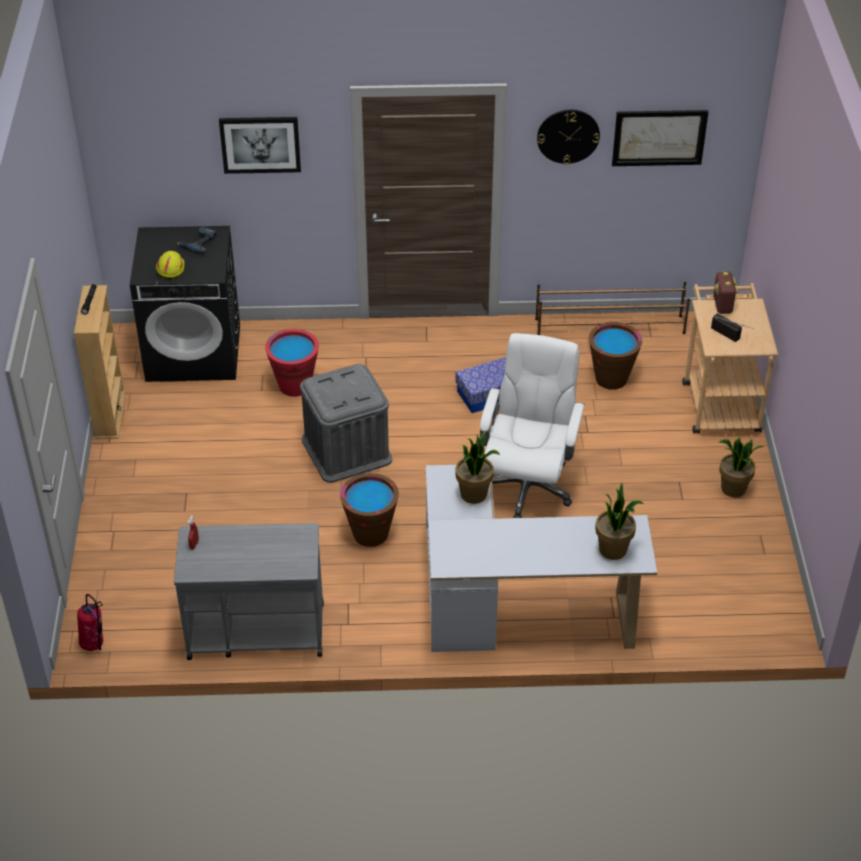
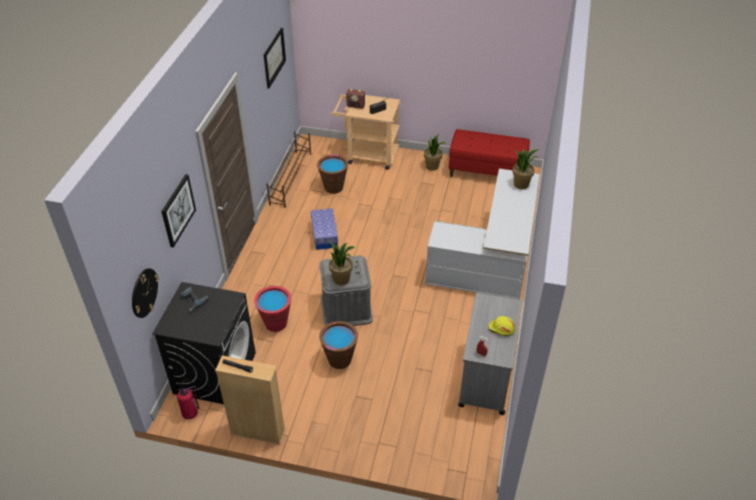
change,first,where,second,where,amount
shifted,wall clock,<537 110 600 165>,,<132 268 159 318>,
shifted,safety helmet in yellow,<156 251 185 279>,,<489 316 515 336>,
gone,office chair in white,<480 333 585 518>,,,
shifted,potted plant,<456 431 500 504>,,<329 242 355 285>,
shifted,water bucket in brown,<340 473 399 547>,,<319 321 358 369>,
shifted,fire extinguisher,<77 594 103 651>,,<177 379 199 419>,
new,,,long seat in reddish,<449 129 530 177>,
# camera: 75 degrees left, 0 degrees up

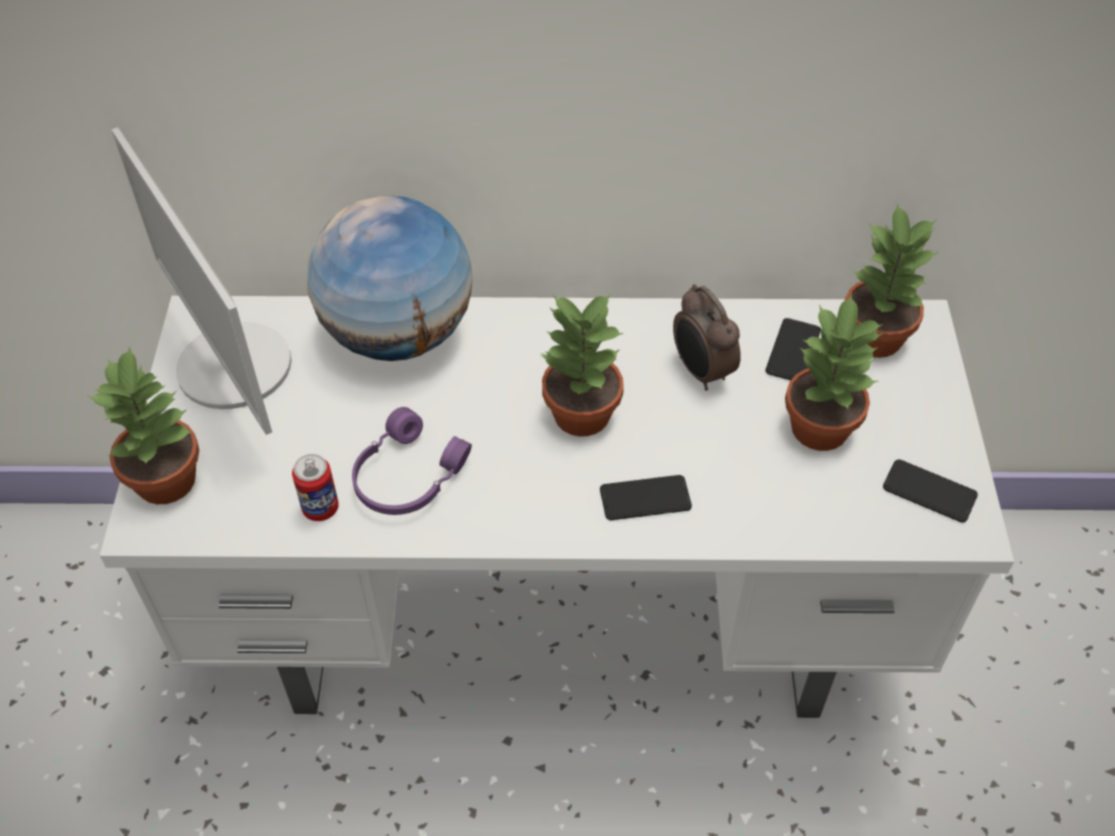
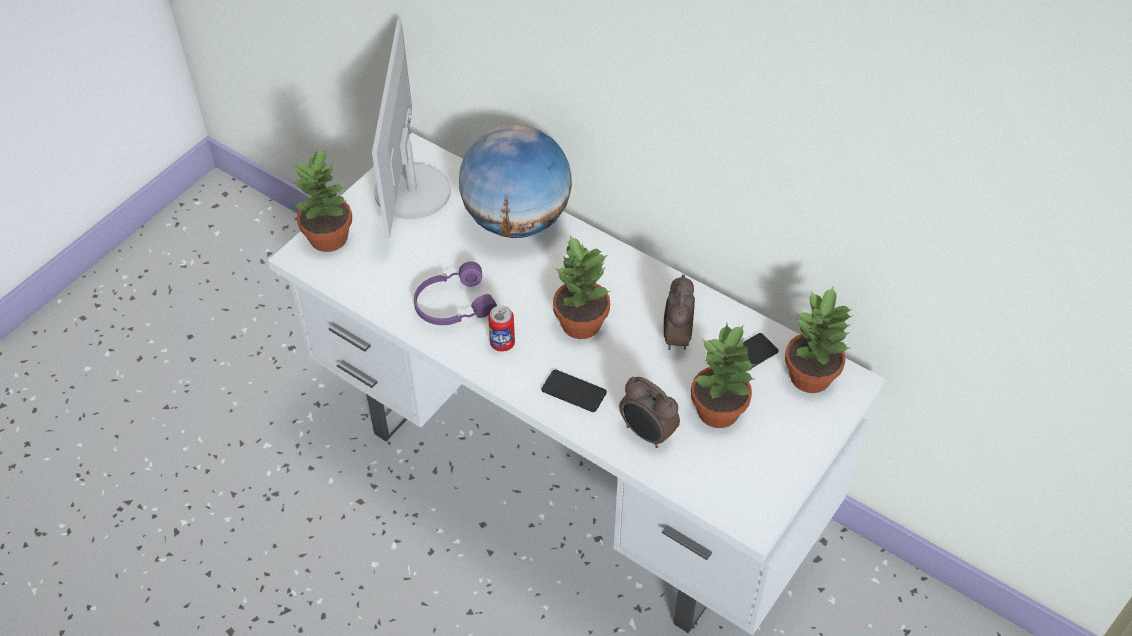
change,first,where,second,where,amount
shifted,can,<292 454 339 521>,,<488 305 515 352>,
gone,phone,<883 459 978 523>,,,
new,,,bedside clock,<619 376 680 448>,
# camera: 35 degrees right, 0 degrees up

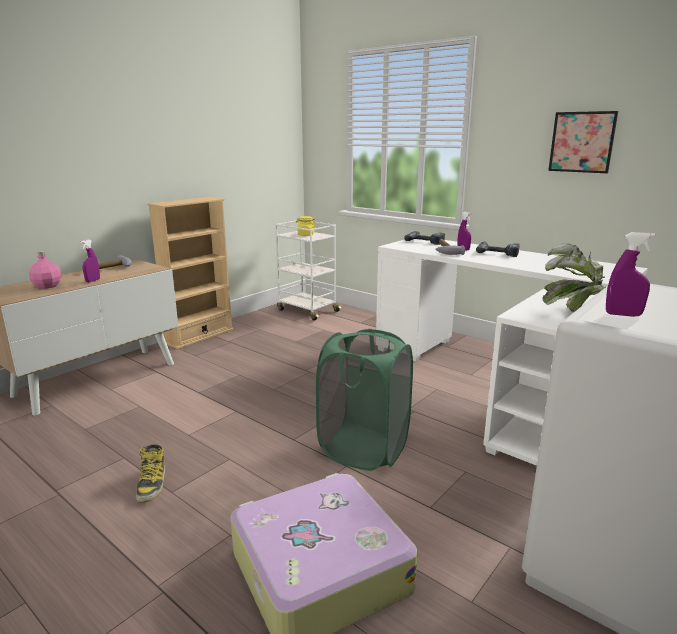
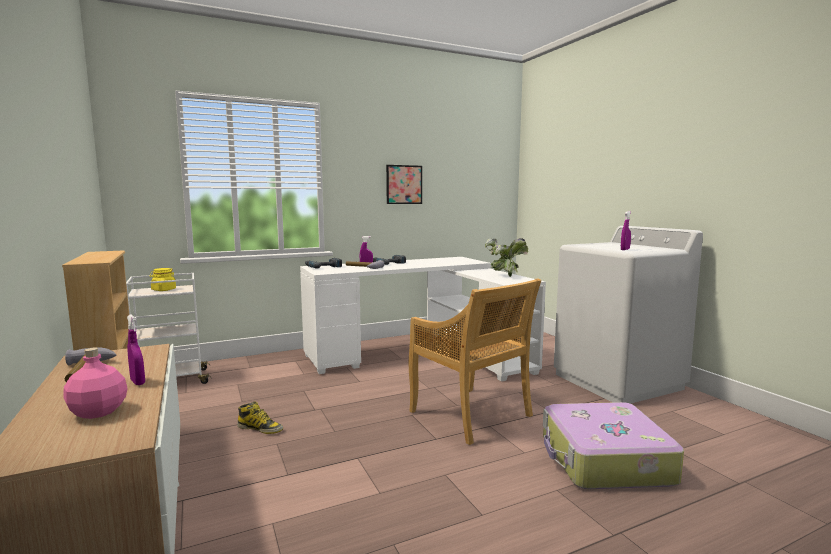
change,first,where,second,where,amount
swapped,laundry basket in green,<316 329 413 471>,upright chair in beige-coloured,<409 278 542 445>,
shifted,boot,<136 445 165 502>,,<237 401 283 434>,
# camera: 65 degrees left, 10 degrees down

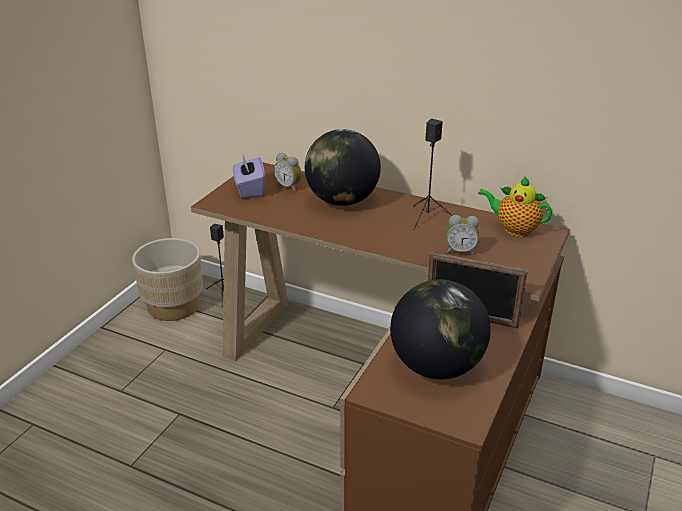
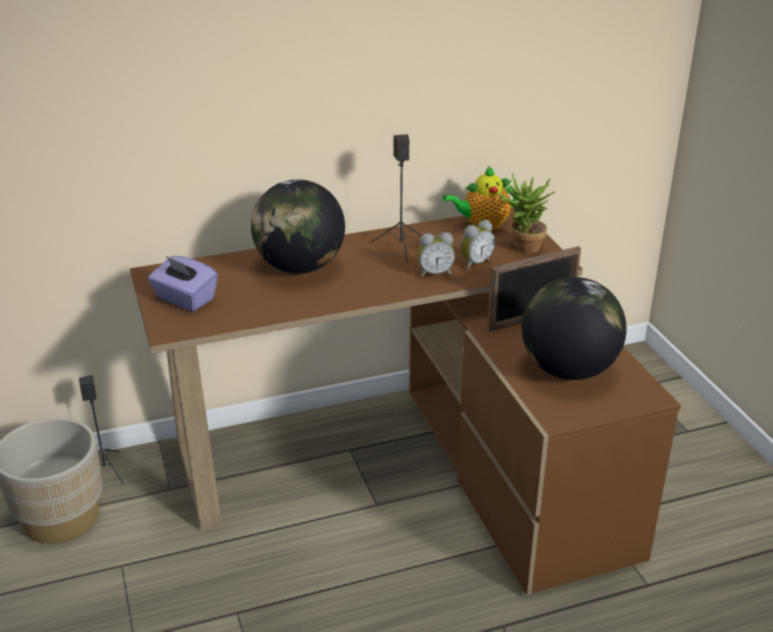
change,first,where,second,where,amount
shifted,bedside clock,<274 153 302 192>,,<417 232 455 277>,
new,,,potted plant,<497 174 555 253>,
# camera: 45 degrees left, 0 degrees up

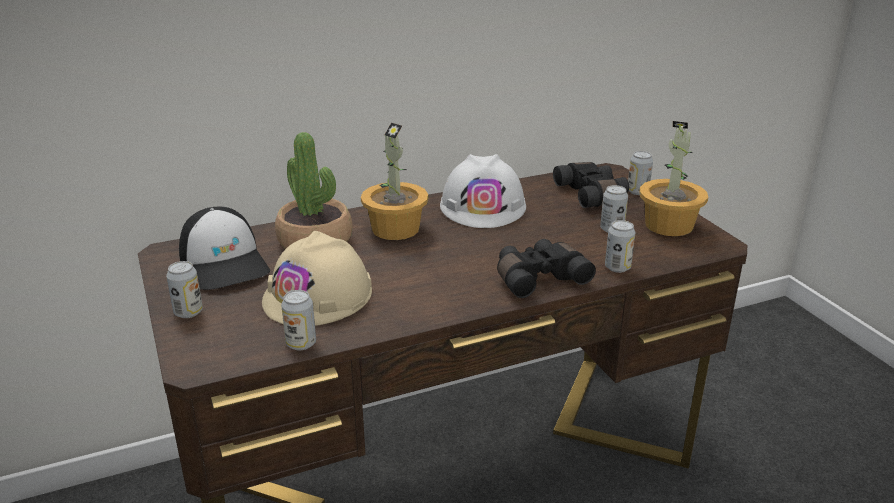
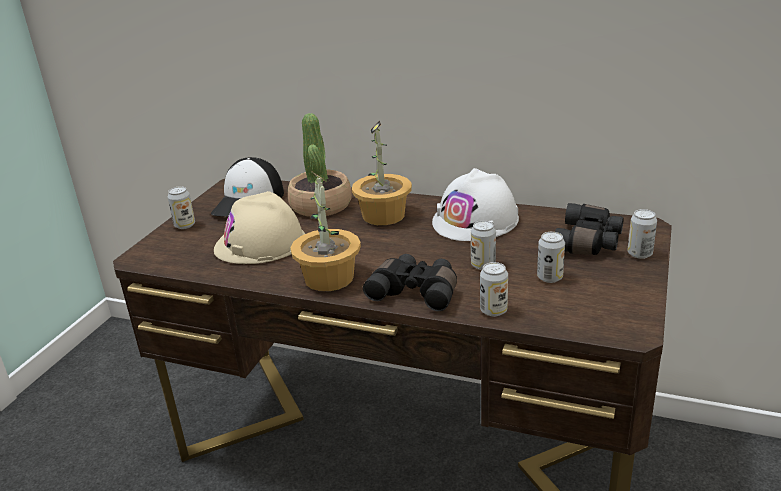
change,first,where,second,where,amount
shifted,potted plant,<639 121 708 236>,,<290 170 361 291>,
shifted,can,<281 290 316 350>,,<471 221 496 270>,
# camera: 45 degrees right, 0 degrees up

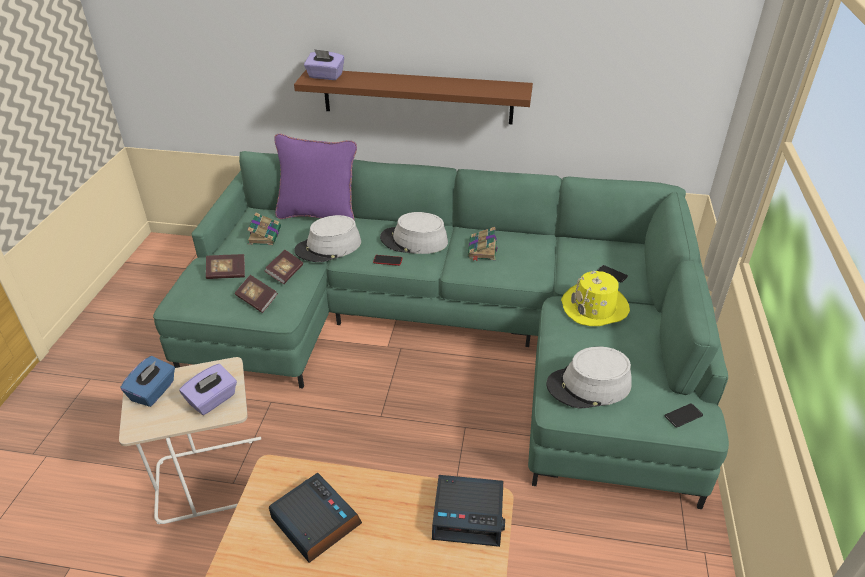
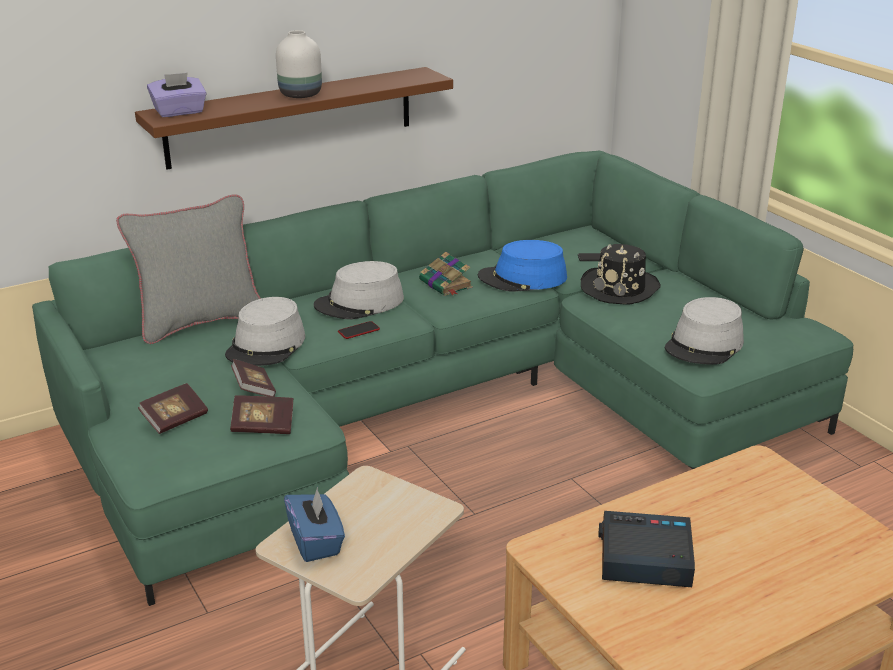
change,first,where,second,where,amount
repainted,throw pillow in purplish,<274 134 357 221>,throw pillow in grey,<116 194 261 344>,
gone,volume,<247 212 281 245>,,,
repainted,hat in yellow,<561 271 630 326>,hat in black-coloured,<581 244 661 305>,
gone,box of tissues in purplish,<179 364 237 415>,,,
gone,phone,<665 404 703 427>,,,
gone,bedside clock,<432 475 505 547>,,,
new,,,vase in white,<276 30 322 98>,
new,,,hat in bluish,<478 240 567 291>,
# camera: 40 degrees left, 10 degrees down

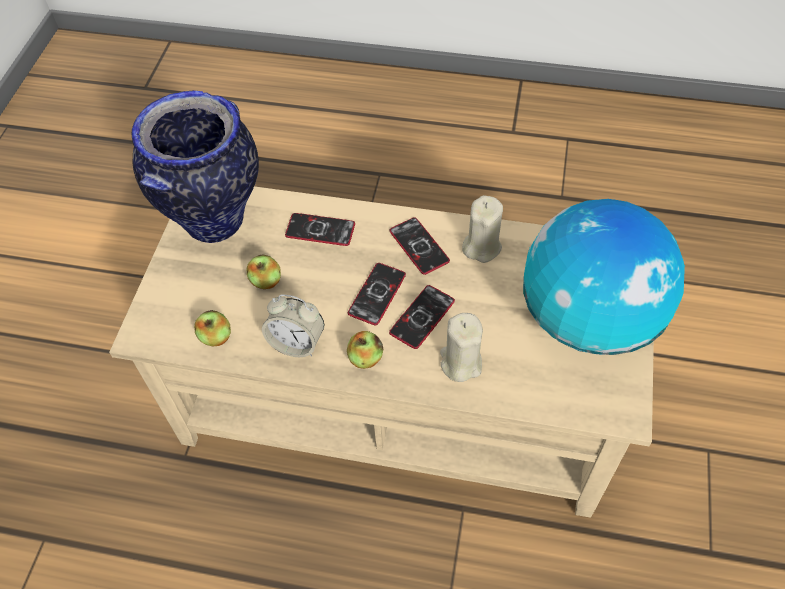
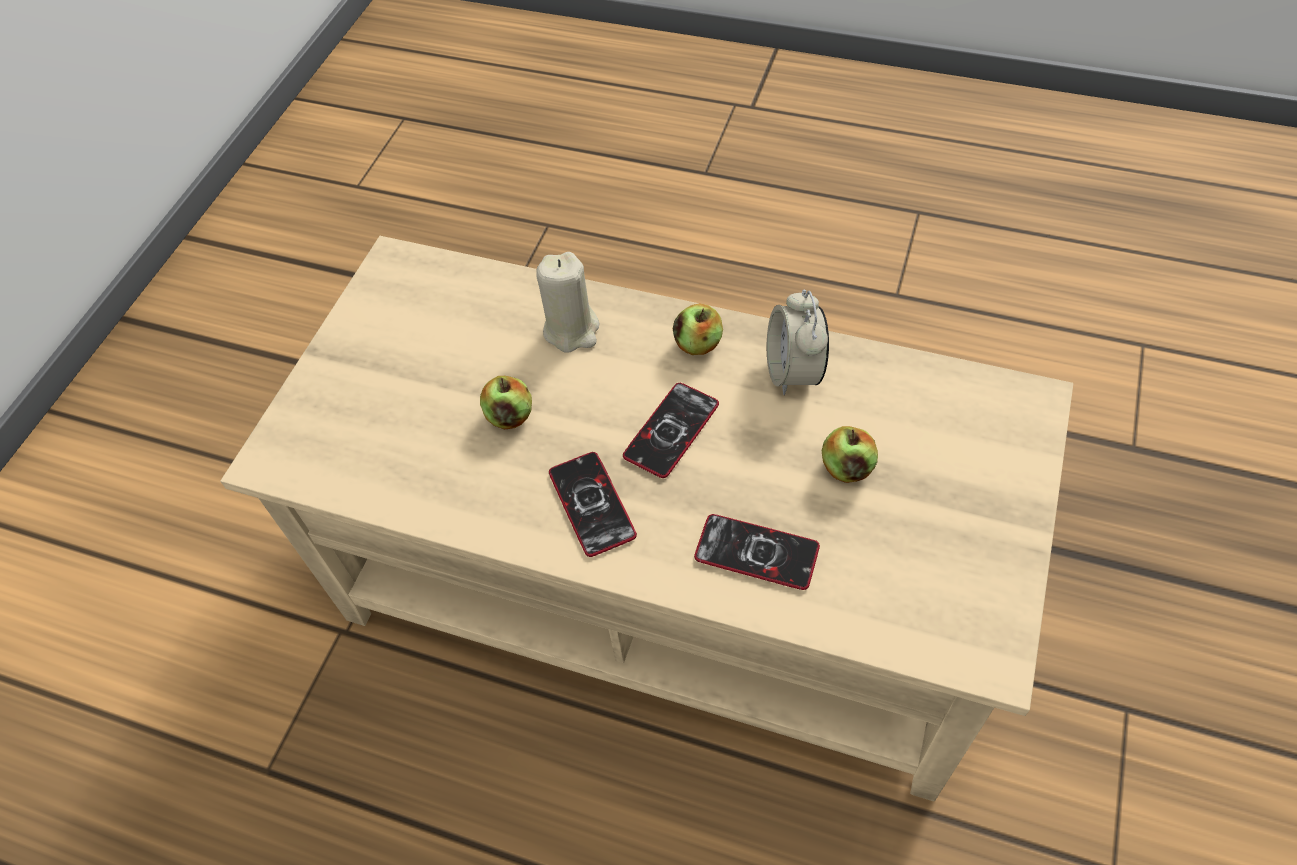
change,first,where,second,where,amount
gone,vase,<132 90 259 243>,,,
gone,wax candle in beige-coloured,<462 195 503 263>,,,
gone,world globe,<523 199 685 355>,,,
gone,phone,<389 285 455 349>,,,
rotated,bedside clock,<262 294 324 357>,,<767 290 829 395>,120 degrees counterclockwise
shifted,apple,<194 310 231 347>,,<480 376 532 430>,
# camera: 170 degrees left, 0 degrees up

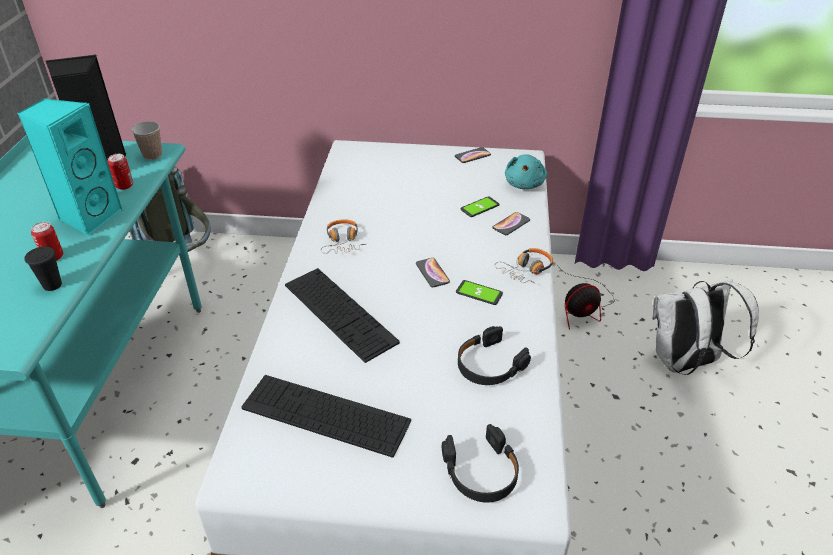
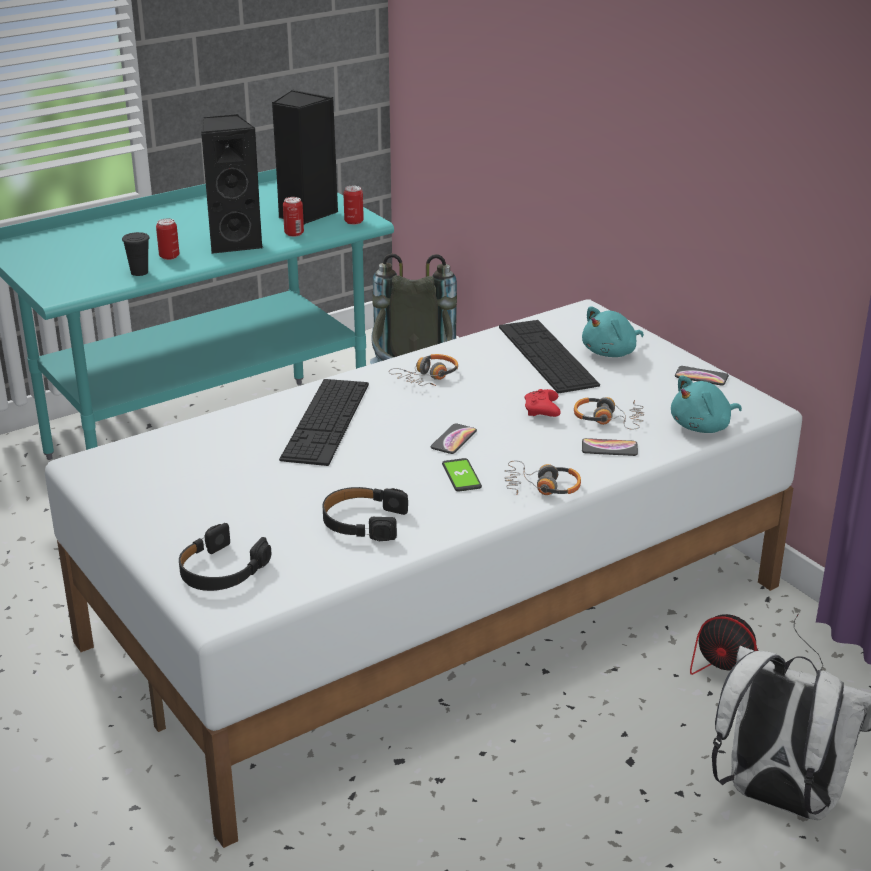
change,first,where,second,where,amount
repainted,audio speaker in blue-green,<17 98 123 236>,audio speaker in black-coloured,<201 114 263 254>,
swapped,drinking cup,<131 121 162 160>,can,<343 185 364 225>,
swapped,phone,<460 196 500 217>,pair of headphones,<574 397 644 429>,
shifted,keyboard,<241 375 411 458>,,<499 320 600 394>,
new,,,plush toy in blue-green,<582 306 644 357>,
new,,,game controller in reddish,<524 389 561 417>,
# camera: 50 degrees right, 10 degrees down

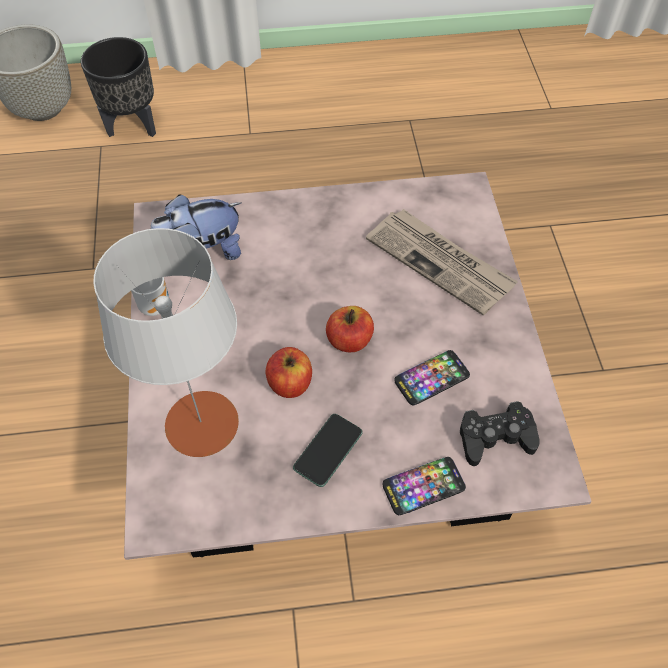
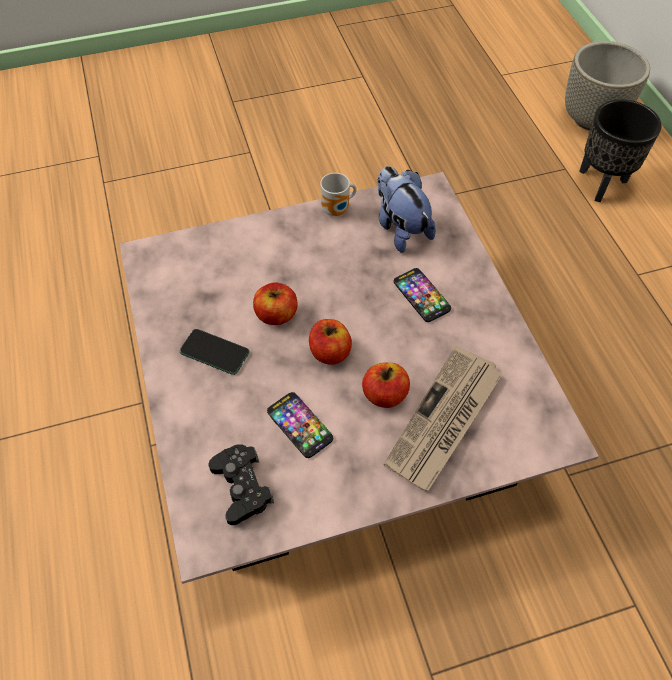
change,first,where,second,where,amount
gone,lamp for a table in grey,<93 228 239 457>,,,
shifted,phone,<383 457 466 515>,,<394 268 451 322>,
new,,,apple,<362 363 410 408>,
# camera: 80 degrees right, 0 degrees up

